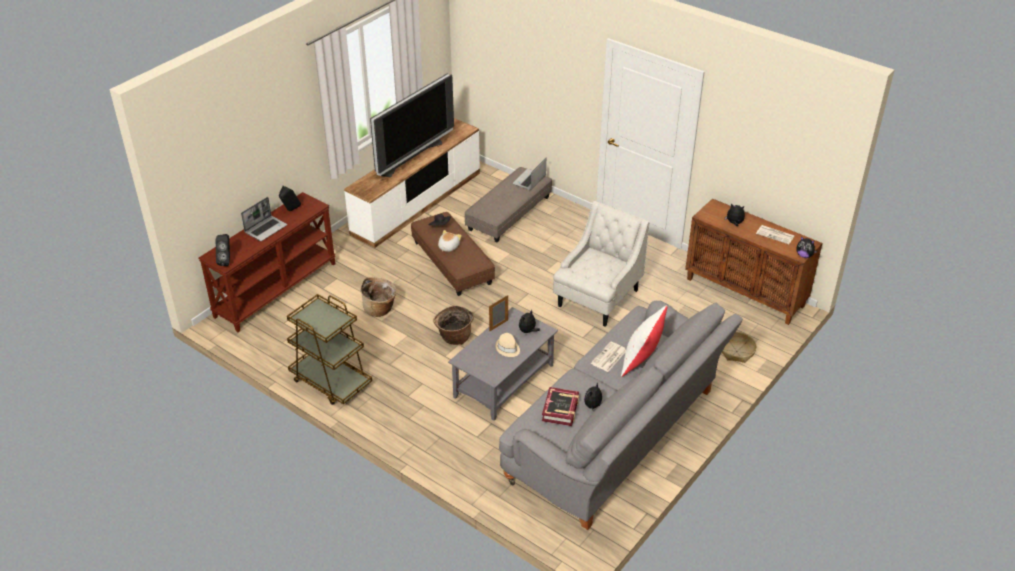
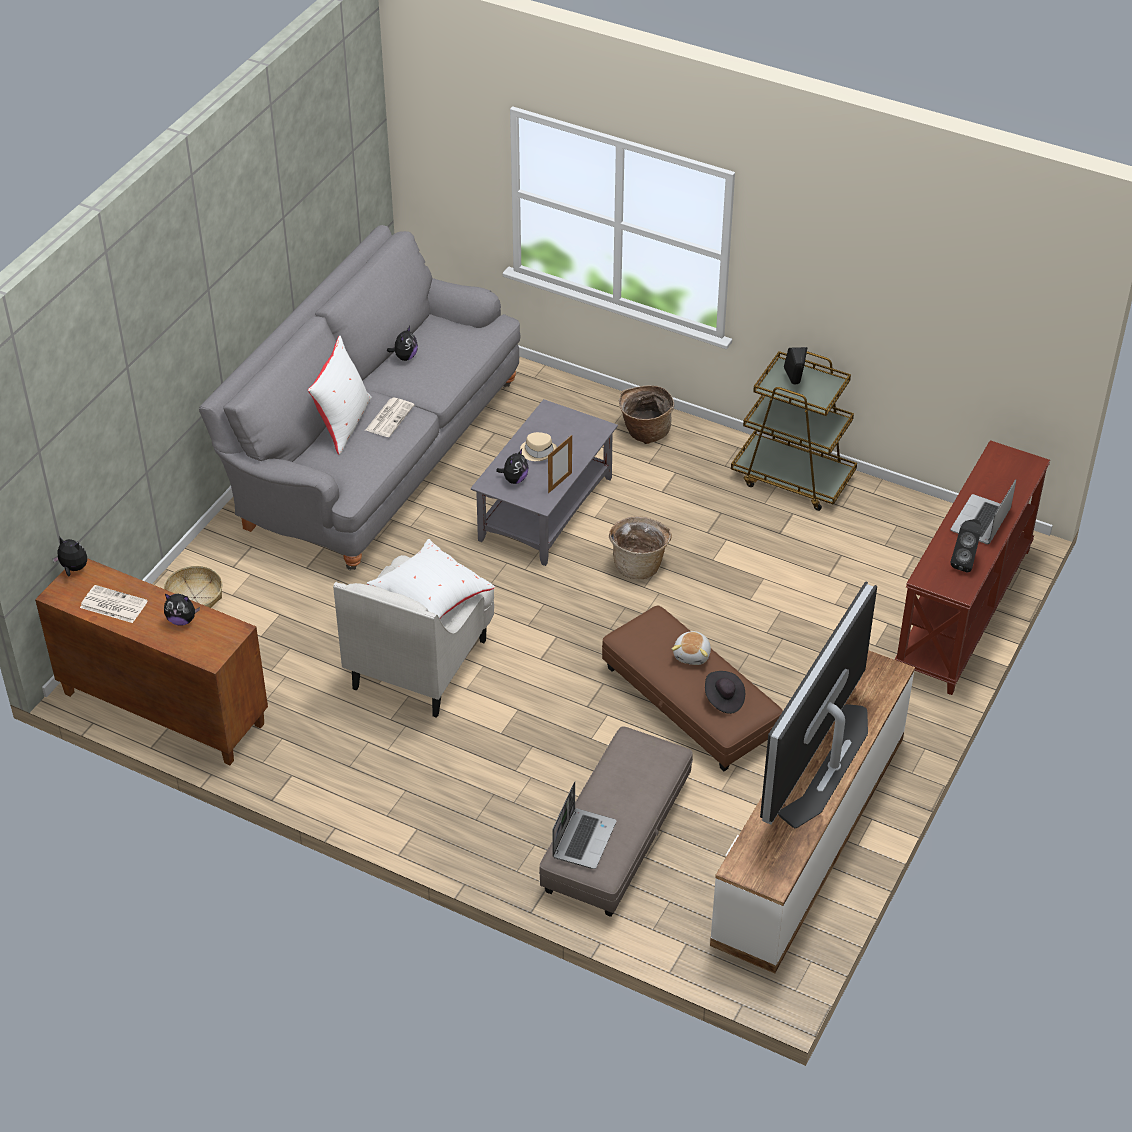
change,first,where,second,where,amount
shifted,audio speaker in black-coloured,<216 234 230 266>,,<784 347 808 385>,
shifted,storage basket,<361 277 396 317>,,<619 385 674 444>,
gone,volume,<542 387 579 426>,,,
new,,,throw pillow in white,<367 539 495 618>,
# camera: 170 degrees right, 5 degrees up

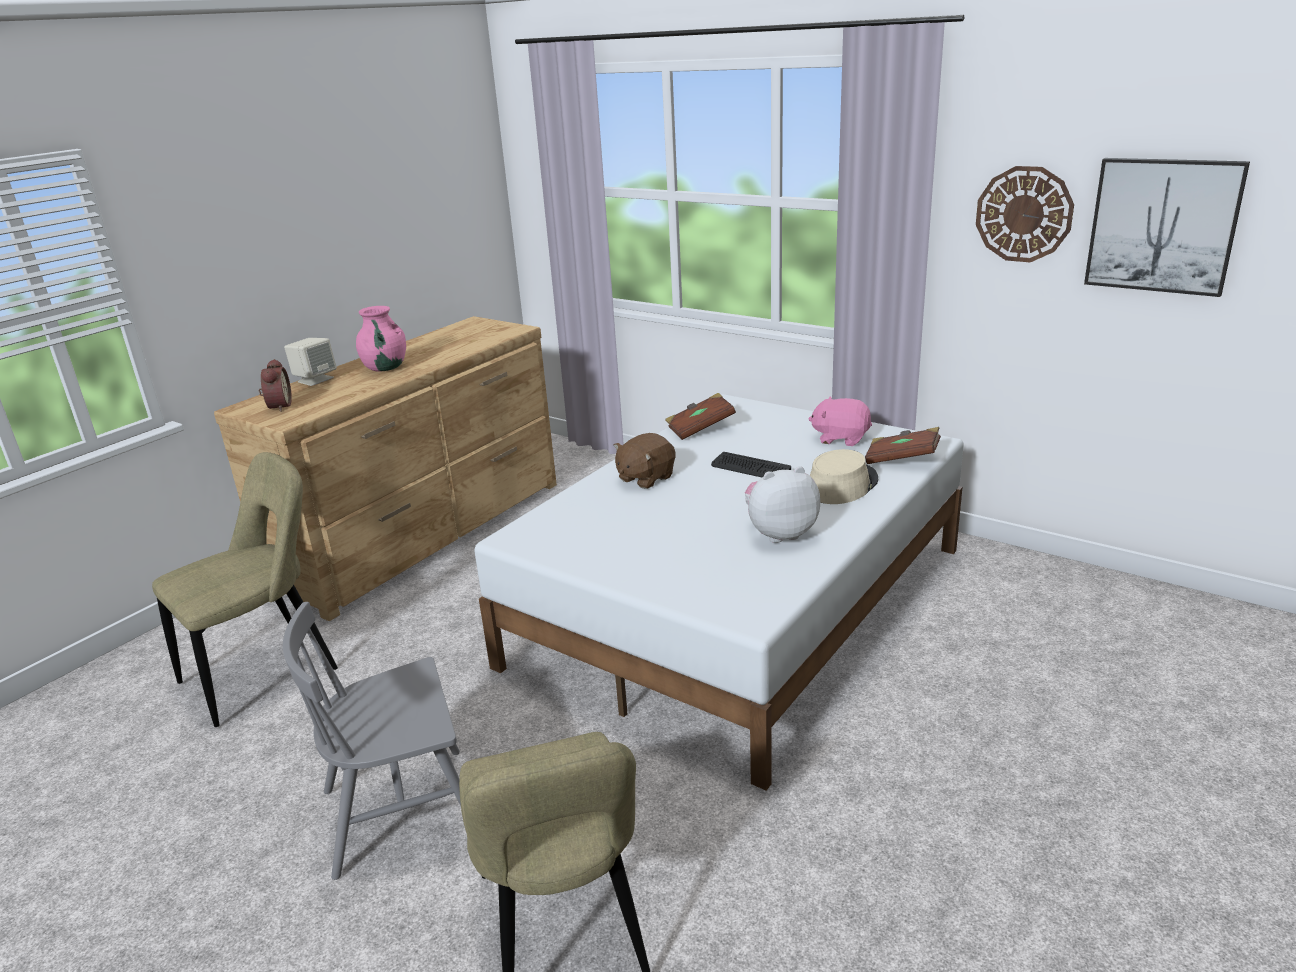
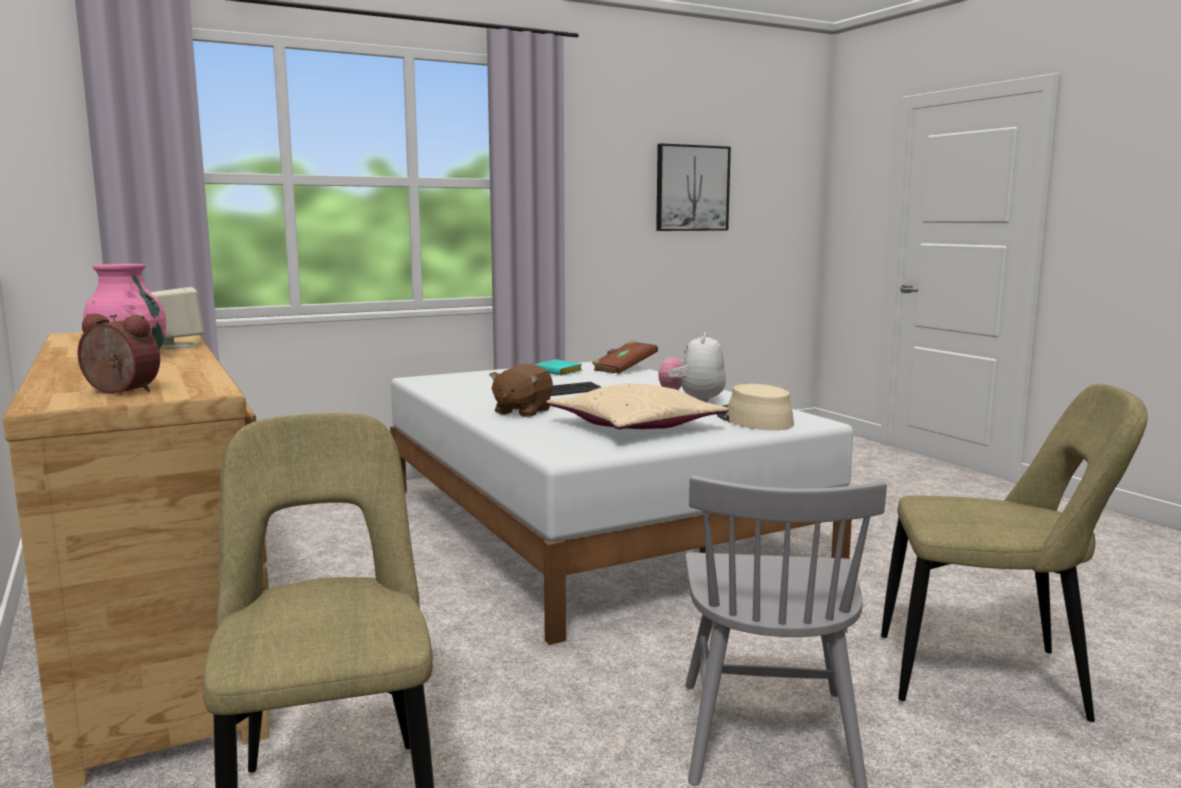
change,first,where,second,where,amount
gone,wall clock,<976 166 1074 262>,,,
shifted,audio speaker in beige-coloured,<284 338 337 386>,,<151 287 205 349>,
gone,volume in brown,<665 393 736 440>,,,
swapped,plush toy in pinkish,<809 397 872 446>,volume in blue-green,<535 359 583 376>,
rotated,plush toy in brown,<613 433 675 489>,,<490 364 553 417>,45 degrees clockwise
shifted,hat in beige-coloured,<810 449 878 504>,,<717 384 794 430>,
new,,,throw pillow in beige-coloured,<546 384 729 429>,
# camera: 65 degrees left, 15 degrees down

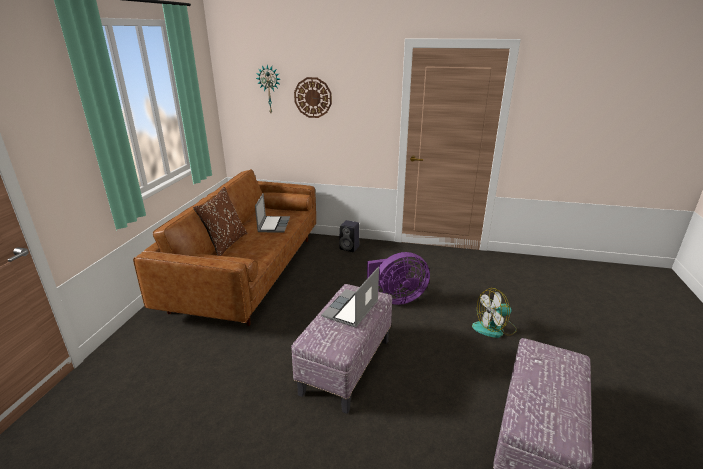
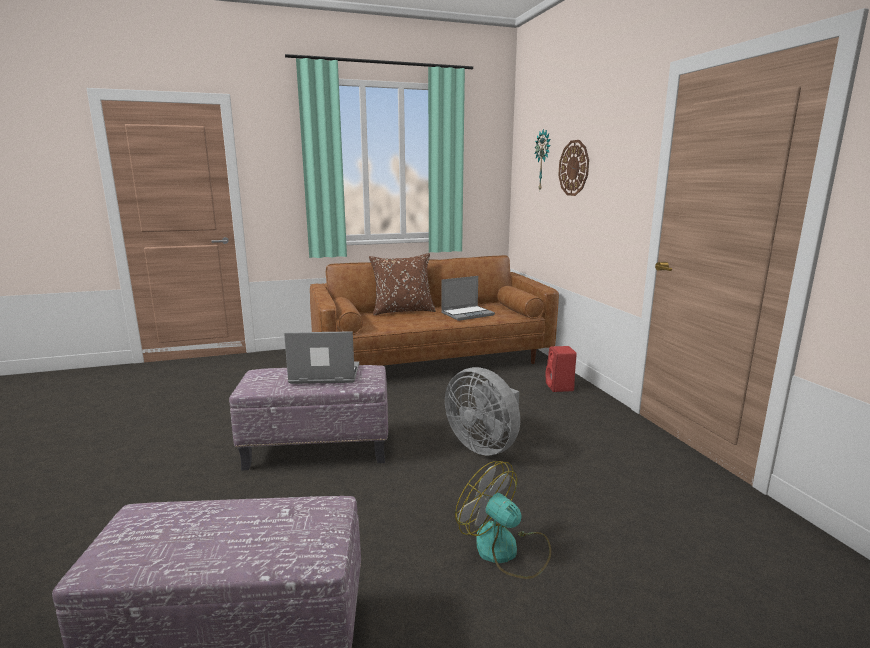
change,first,where,second,where,amount
repainted,audio speaker in black-coloured,<339 220 359 252>,audio speaker in reddish,<546 346 577 392>,
repainted,fan in purplish,<367 252 430 305>,fan in grey,<445 367 520 456>,
# camera: 60 degrees right, 10 degrees down

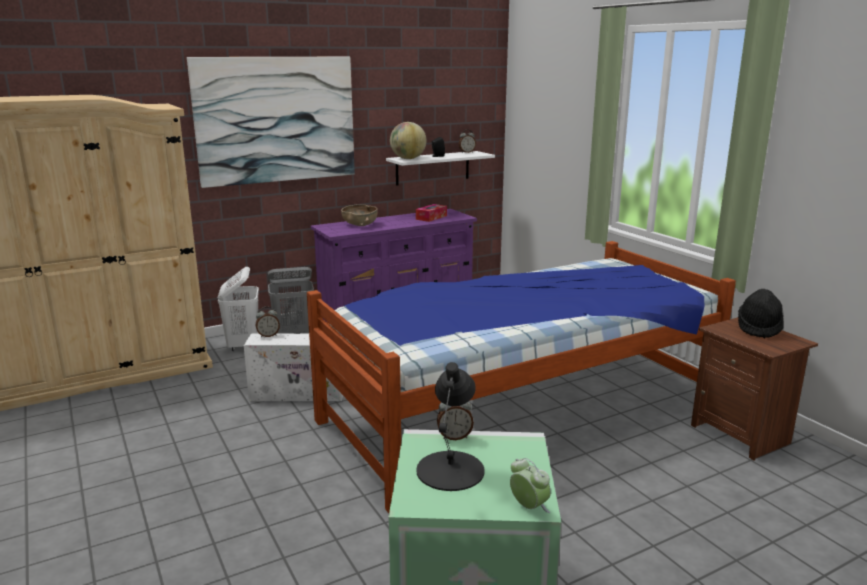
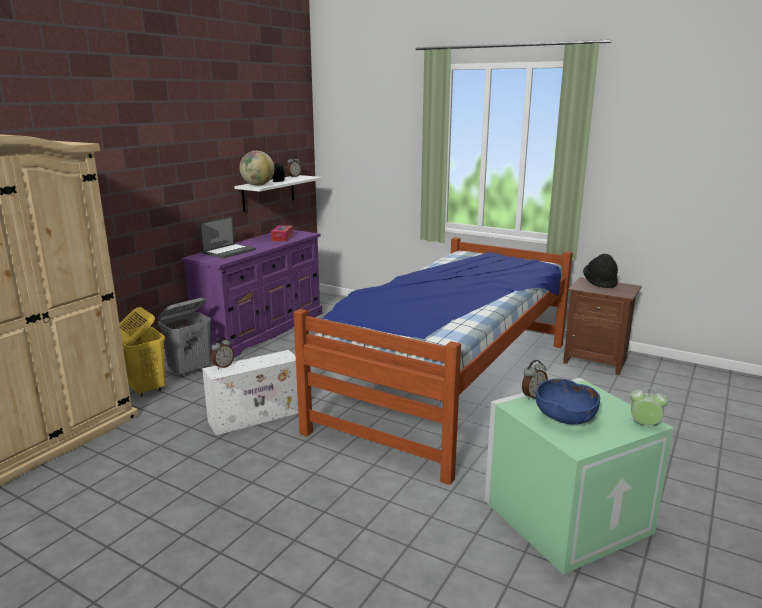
change,first,where,second,where,amount
gone,wall picture,<187 56 355 188>,,,
swapped,bowl in brown,<341 204 378 226>,portable computer,<199 216 256 258>,
repainted,laundry basket in white,<217 267 259 351>,laundry basket in yellow,<119 307 165 397>,
swapped,lamp for a table in black-coloured,<416 362 485 491>,bowl in bluish,<536 379 600 425>,
# camera: 30 degrees left, 0 degrees up

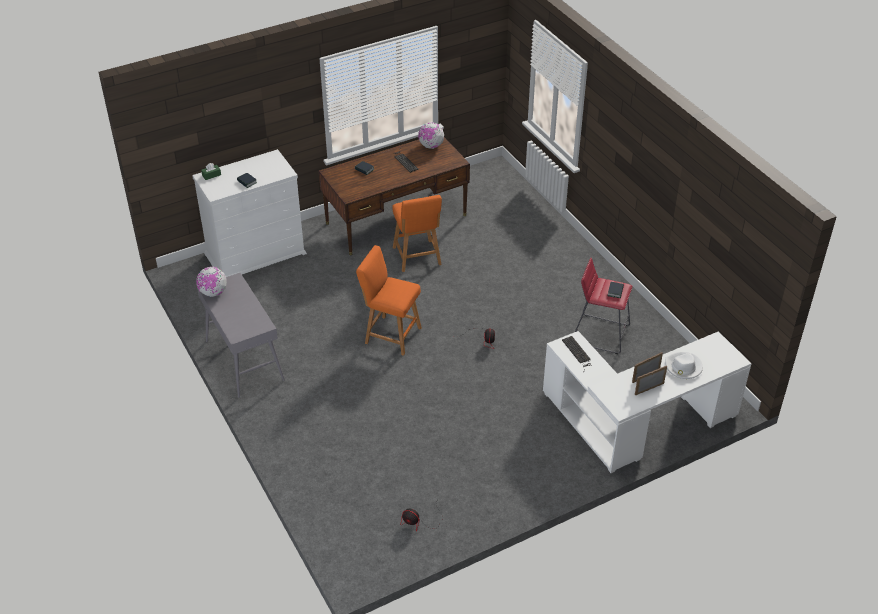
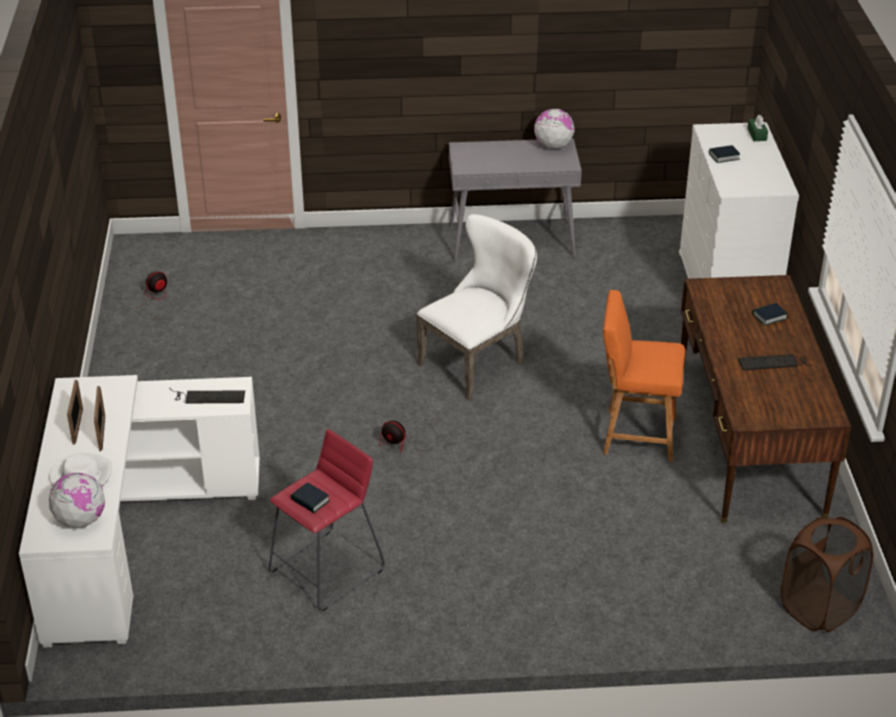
change,first,where,second,where,amount
shifted,world globe,<418 122 444 149>,,<49 473 105 527>,
swapped,stool in orange,<356 245 422 356>,upright chair in white,<417 214 537 400>,
new,,,laundry basket in brown,<781 516 874 632>,
# camera: 115 degrees right, 5 degrees down

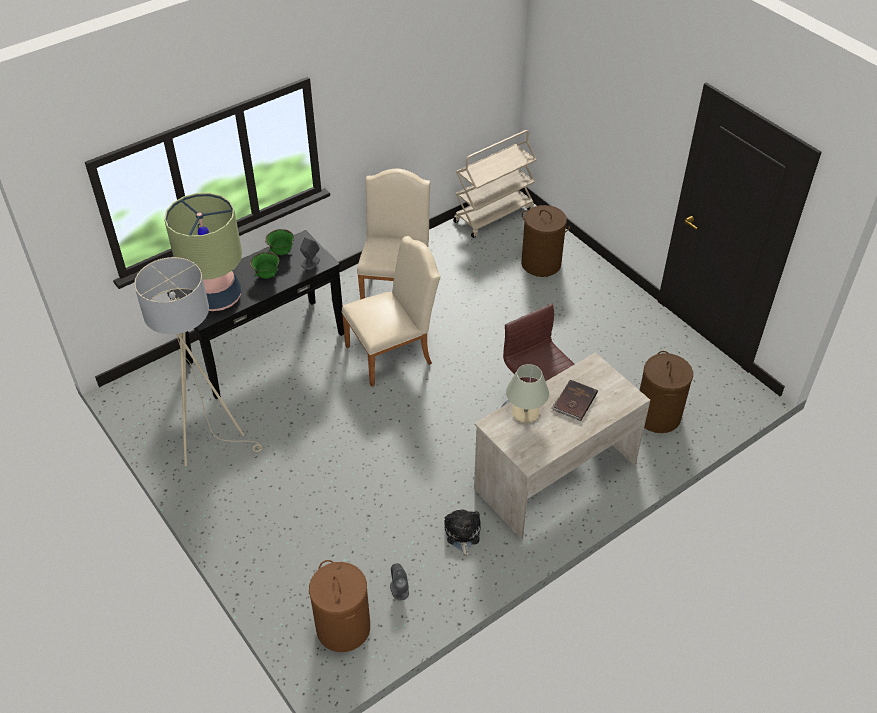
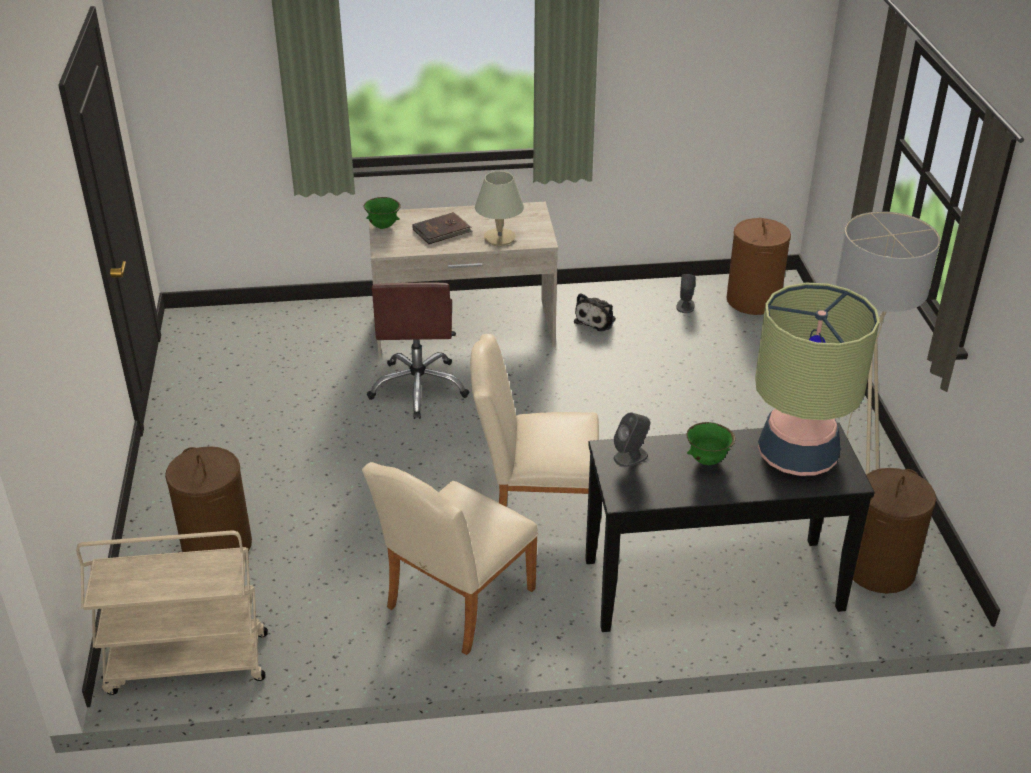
change,first,where,second,where,amount
shifted,bowl in green,<265 229 294 255>,,<364 197 401 229>,
shifted,laundry basket in brown,<640 351 693 433>,,<853 468 936 594>,
# camera: 150 degrees left, 10 degrees down

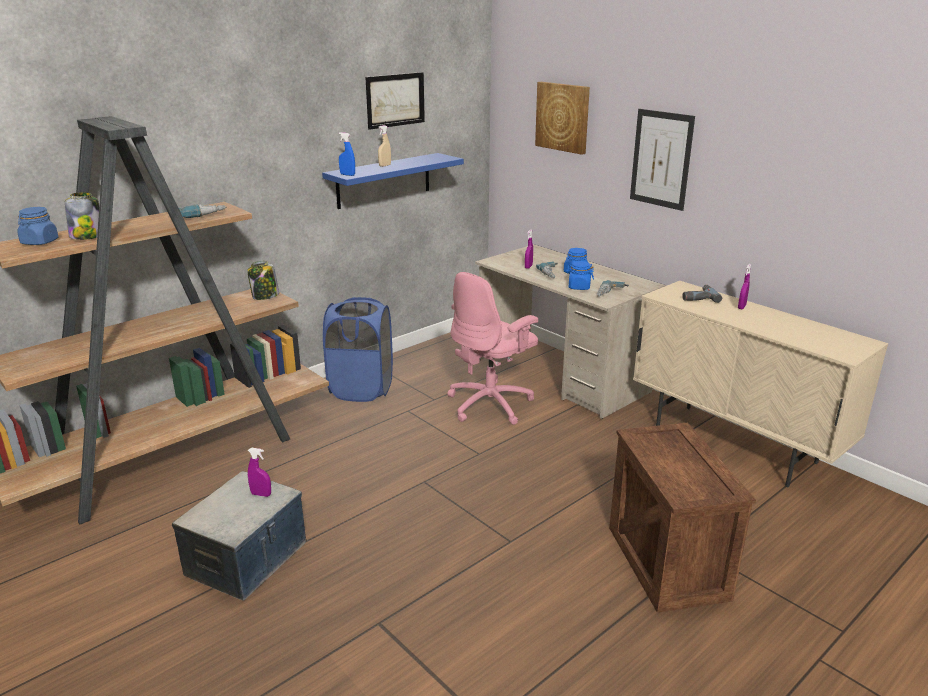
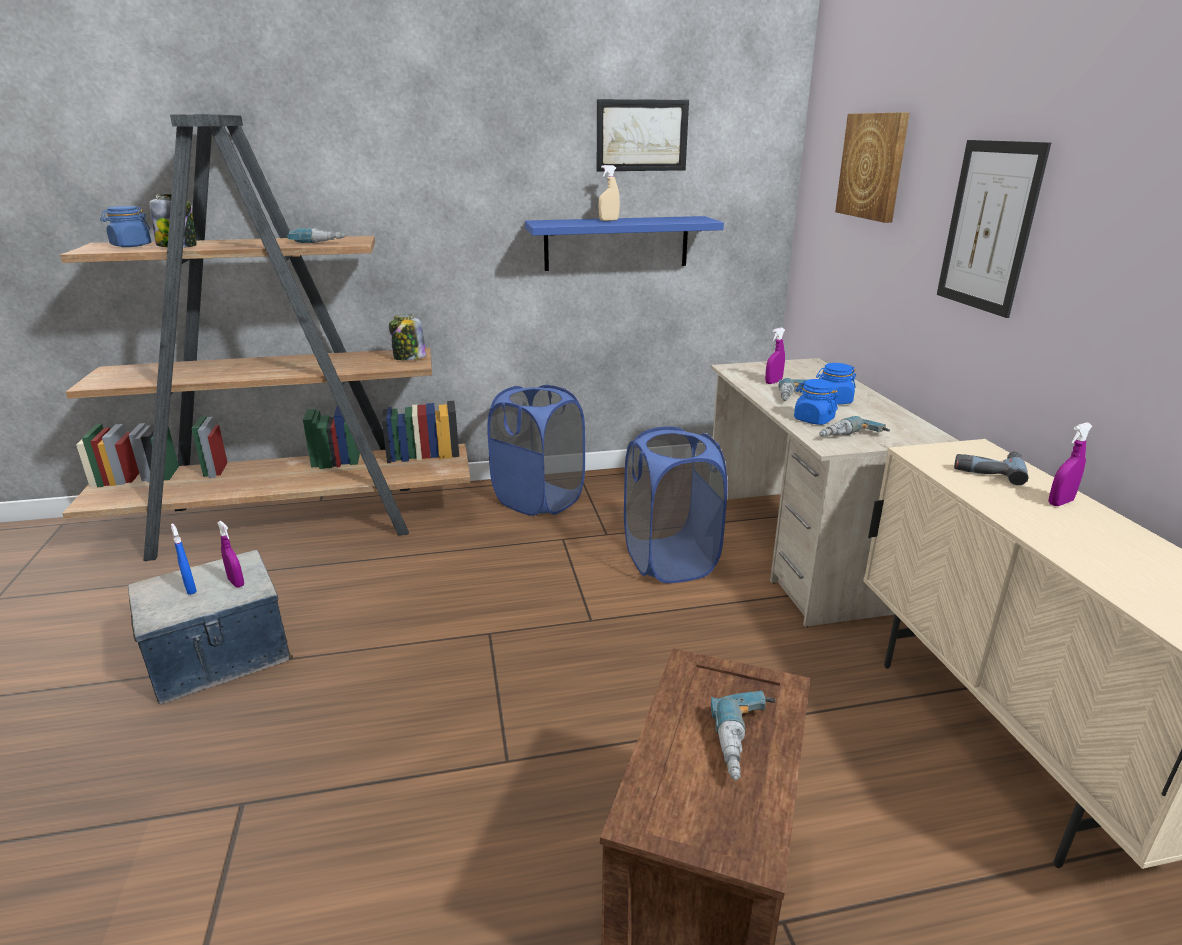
change,first,where,second,where,amount
shifted,hand sprayer in bluish,<339 132 355 176>,,<171 523 197 595>,
swapped,office chair in pinkish,<447 272 538 425>,laundry basket in bluish,<624 426 728 583>,
new,,,power drill,<711 691 775 781>,
# camera: 30 degrees right, 0 degrees up

